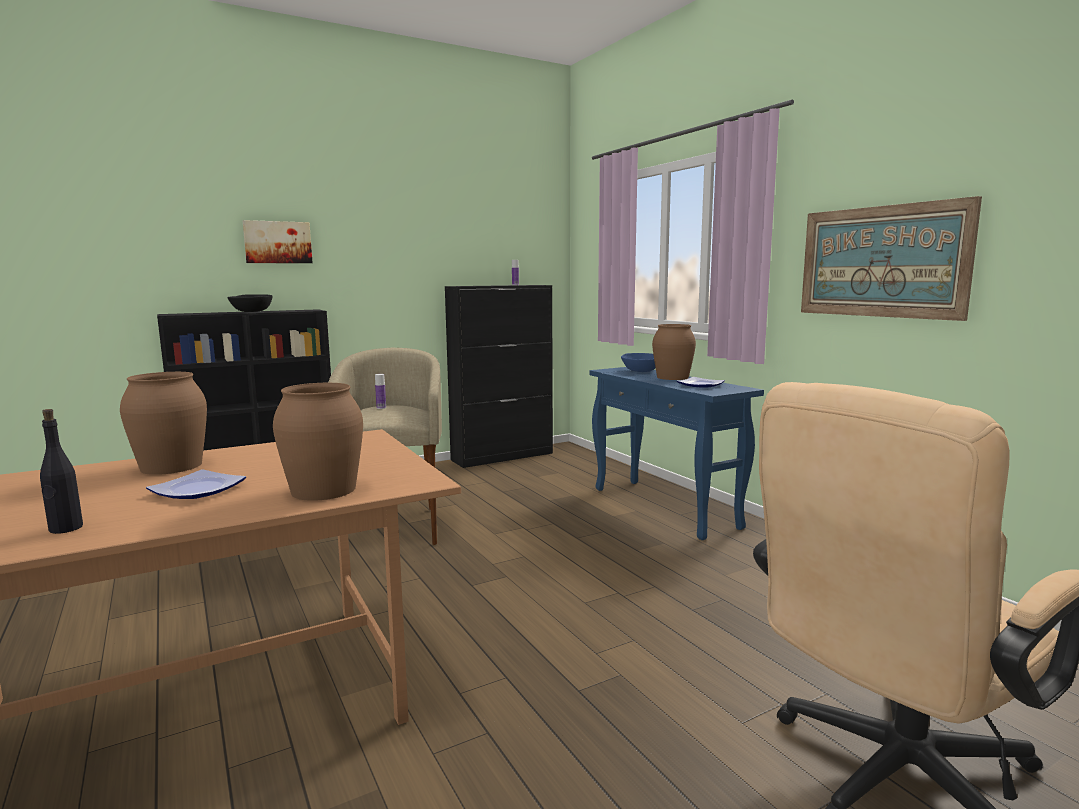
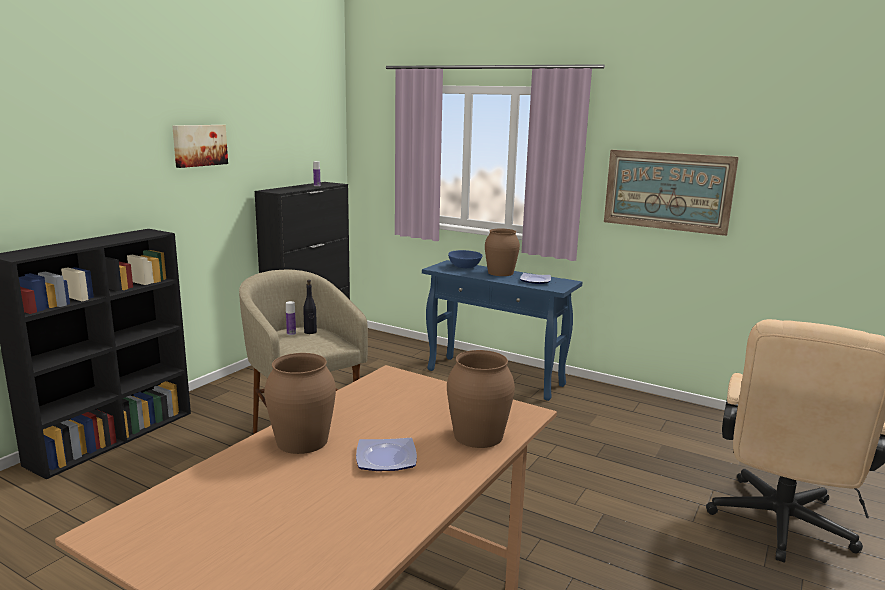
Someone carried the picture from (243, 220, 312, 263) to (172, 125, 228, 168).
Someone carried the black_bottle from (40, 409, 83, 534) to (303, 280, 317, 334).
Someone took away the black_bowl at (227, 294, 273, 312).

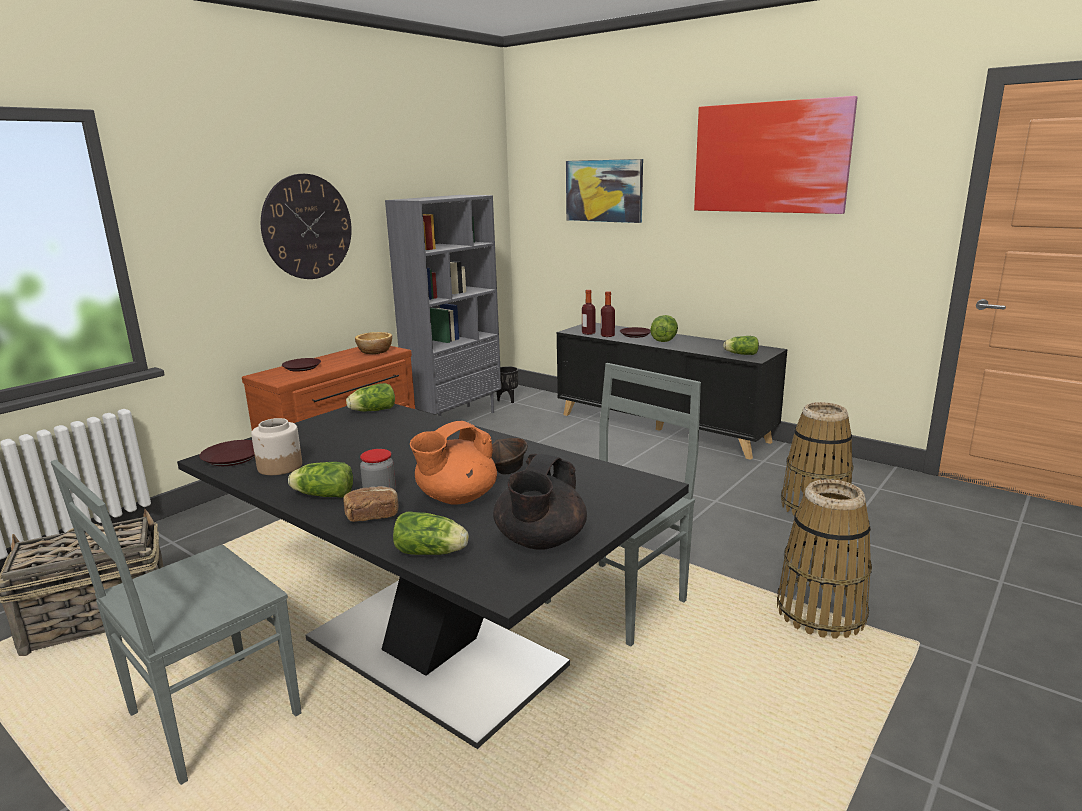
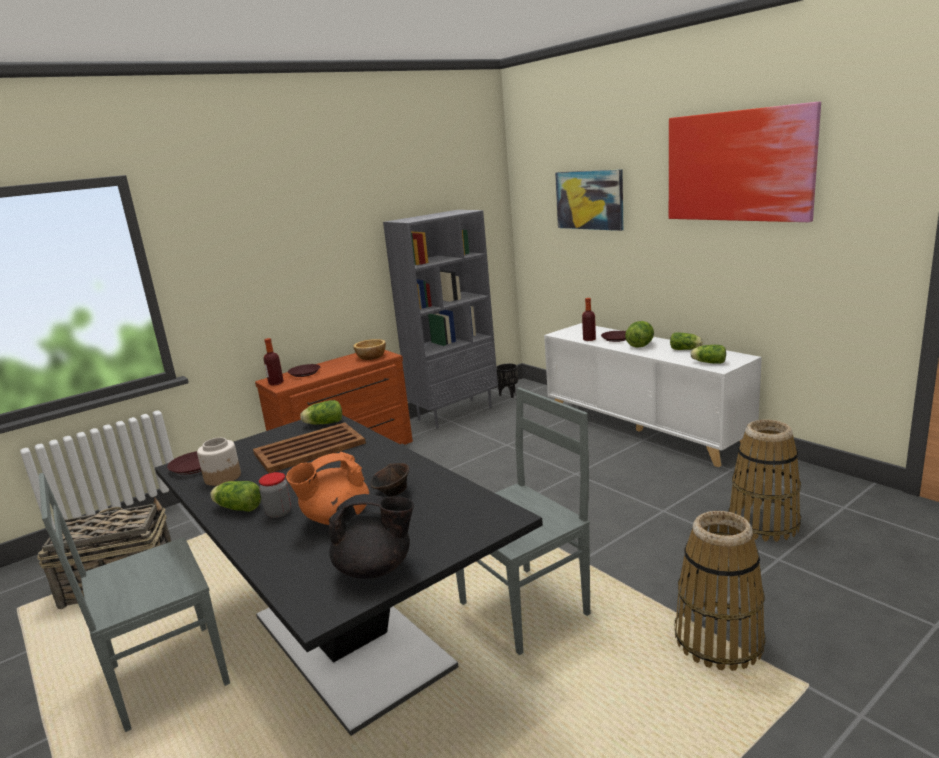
Someone put down the brown_tray at (253, 422, 366, 473).
Someone carried the bottle from (582, 290, 595, 335) to (264, 338, 284, 385).
Someone rotated the black_teapot at (493, 454, 587, 550) by 120 degrees counterclockwise.
Someone repainted the black_cabinet at (556, 323, 787, 460), which became the white_cabinet at (544, 323, 762, 467).
Someone carried the lettuce from (393, 511, 469, 555) to (670, 332, 703, 350).
Someone took away the wall_clock at (261, 174, 352, 279).
Someone took away the bread at (343, 486, 399, 522).

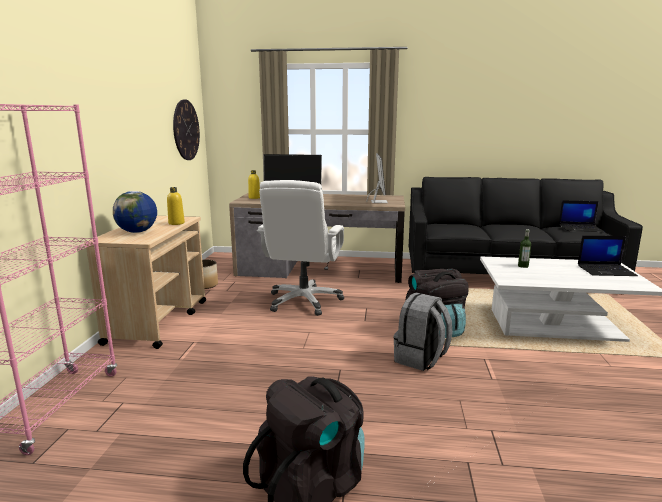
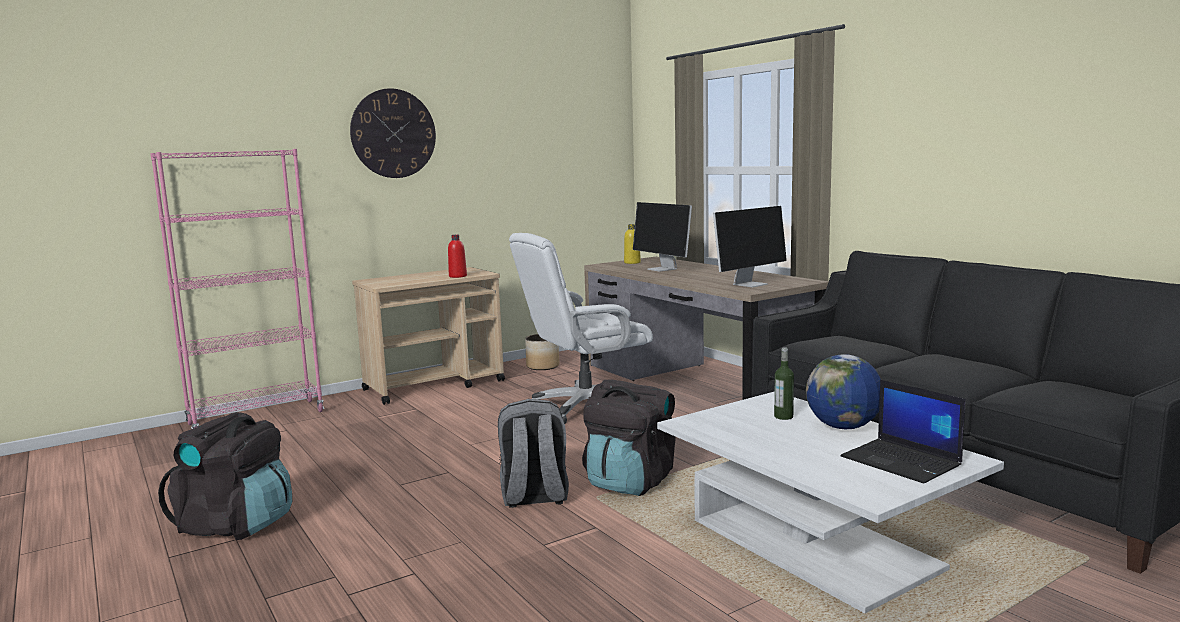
Someone carried the wall_clock from (173, 100, 200, 160) to (350, 88, 436, 178).
Someone repainted the yellow_bottle at (167, 187, 185, 225), which became the red_bottle at (448, 235, 467, 278).
Someone carried the globe from (113, 191, 157, 233) to (806, 354, 881, 429).
Someone took away the laptop at (559, 200, 604, 232).

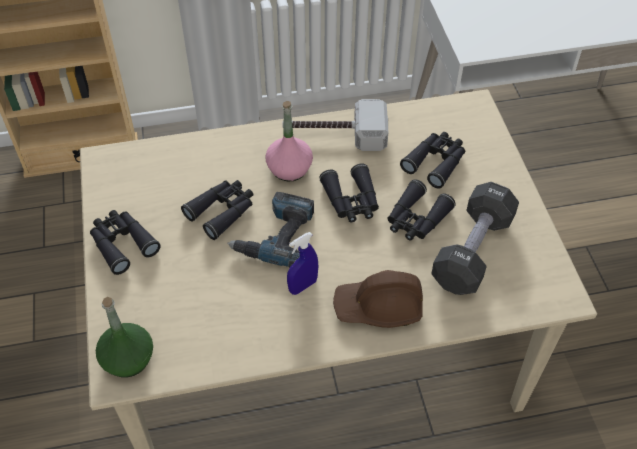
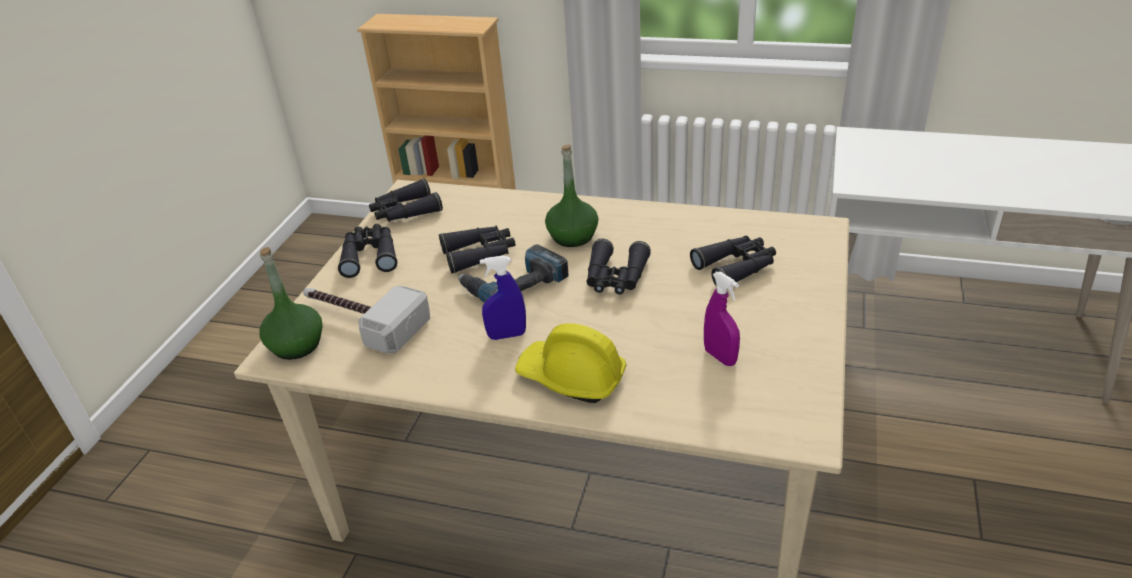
Someone carried the hammer from (282, 99, 389, 151) to (303, 286, 430, 353).
Someone carried the black_binoculars from (387, 179, 456, 241) to (369, 179, 443, 222).
Someone repainted the brown_hard_hat at (333, 270, 423, 328), which became the yellow_hard_hat at (515, 323, 626, 403).
Someone repainted the pink_bottle at (265, 101, 313, 181), which became the green_bottle at (545, 145, 598, 247).
Someone swapped the black_dumbbell at (431, 182, 519, 295) for the purple_spray_bottle at (704, 272, 740, 366).

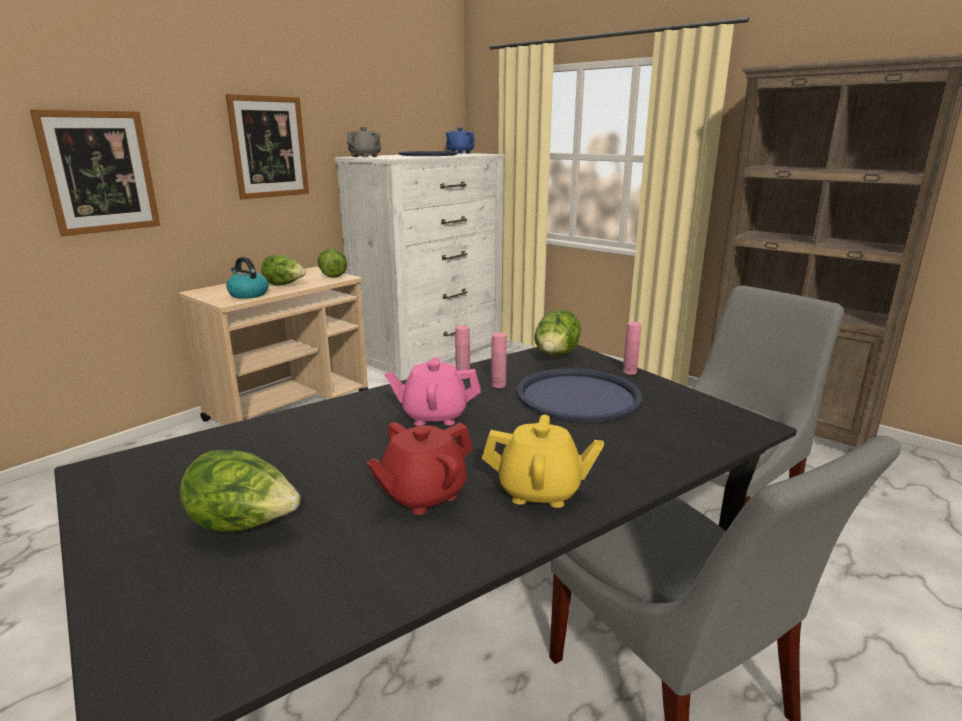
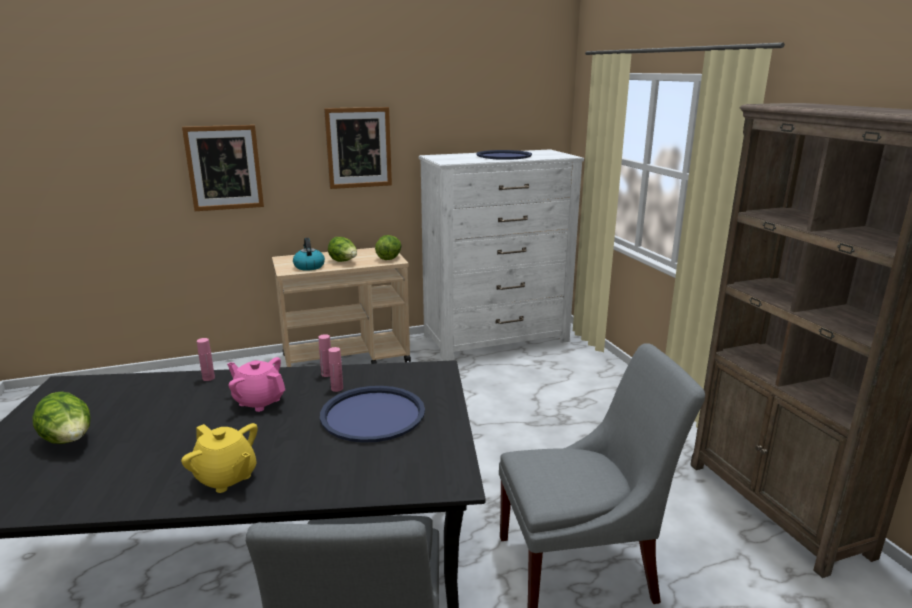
Someone carried the pink_bottle from (623, 322, 641, 375) to (197, 338, 215, 381).
Someone took away the grey_teapot at (347, 127, 381, 157).
Someone took away the red_teapot at (366, 422, 472, 515).
Someone took away the blue_teapot at (446, 127, 475, 154).
Someone took away the lettuce at (534, 310, 581, 356).

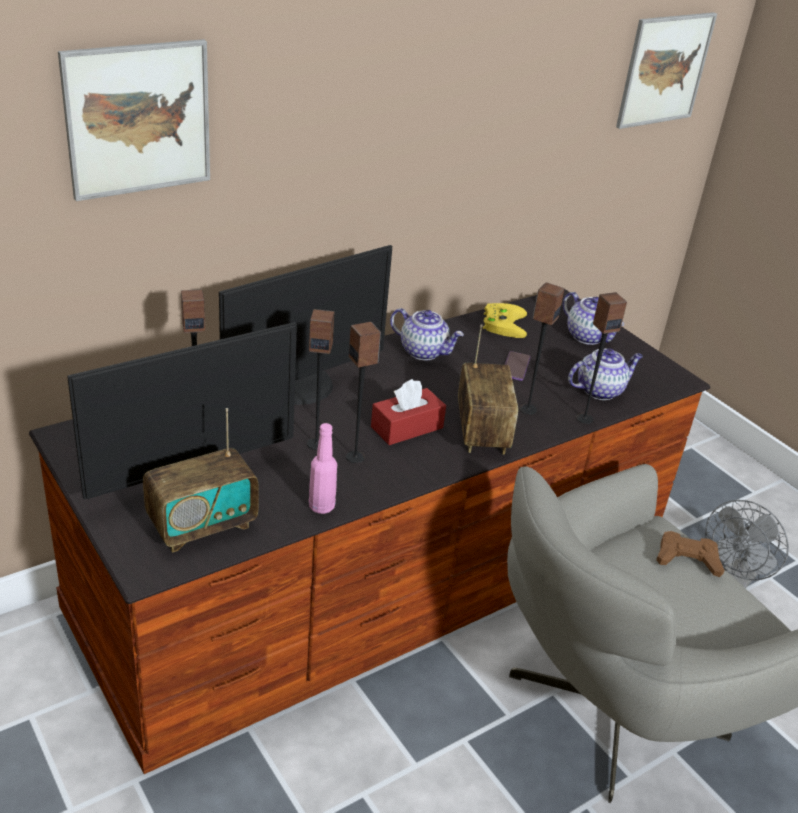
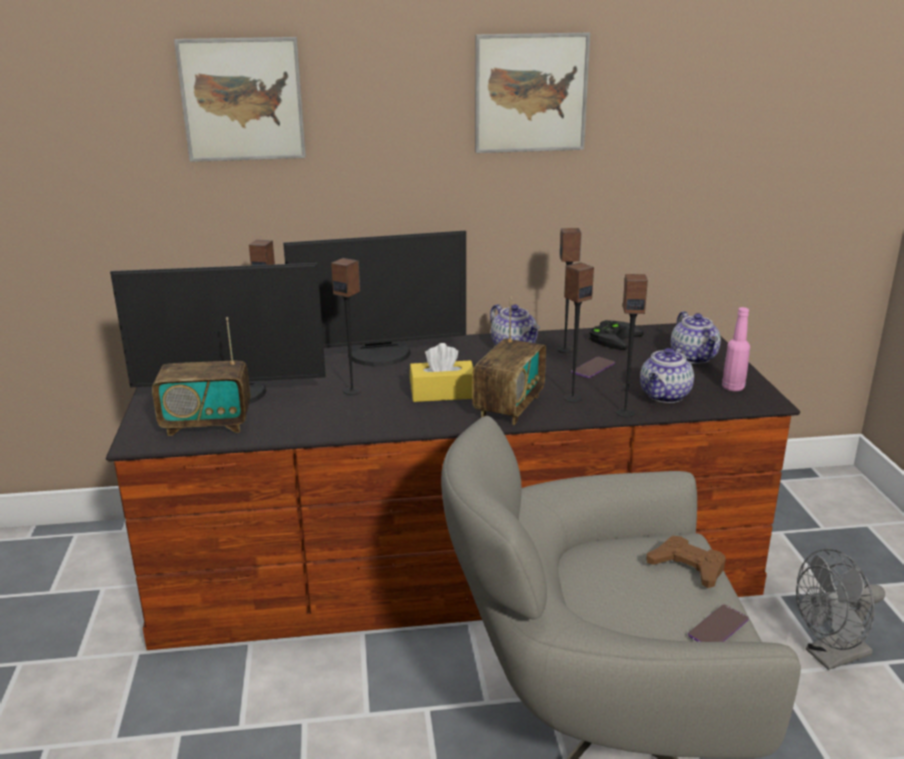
Someone repainted the red_tissue_box at (371, 379, 446, 445), which became the yellow_tissue_box at (410, 343, 474, 402).
Someone carried the picture from (616, 12, 717, 129) to (475, 33, 590, 153).
Someone carried the speaker from (346, 322, 381, 463) to (557, 228, 582, 353).
Someone repainted the yellow_game_controller at (483, 303, 527, 338), which became the black_game_controller at (589, 320, 644, 350).
Someone rotated the teapot at (568, 348, 643, 400) by 120 degrees clockwise.
Someone put down the phone at (688, 605, 749, 642).
Someone carried the pink_bottle from (309, 423, 337, 514) to (722, 307, 750, 391).

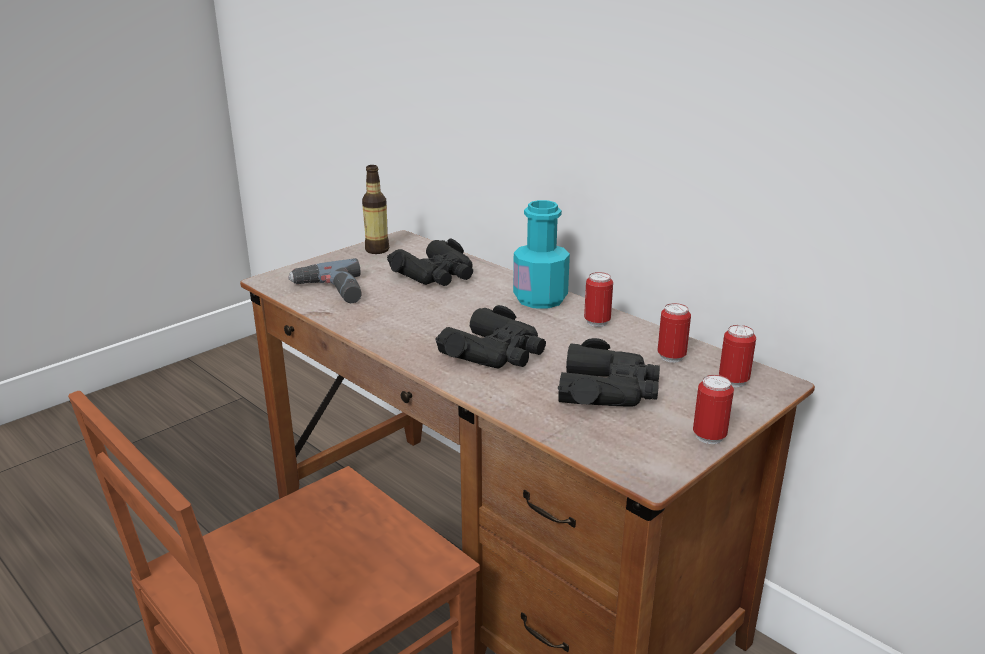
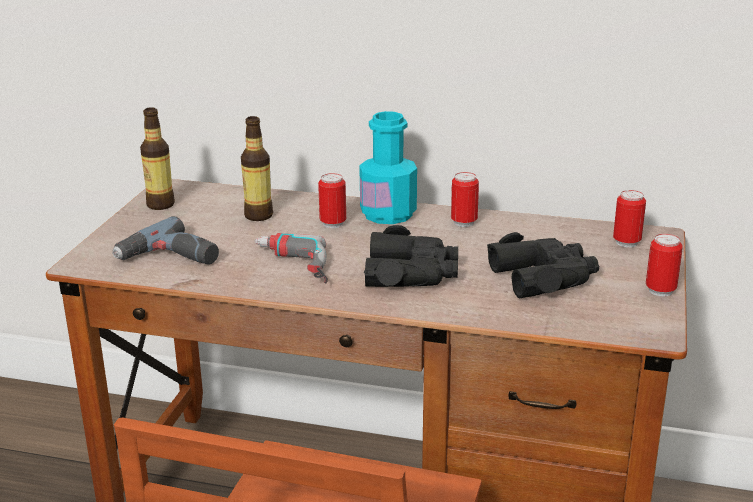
Someone swapped the black_binoculars at (387, 239, 473, 286) for the bottle at (241, 116, 273, 221).
Someone put down the power_drill at (255, 233, 328, 284).
Someone carried the can from (657, 303, 691, 363) to (318, 173, 346, 228).

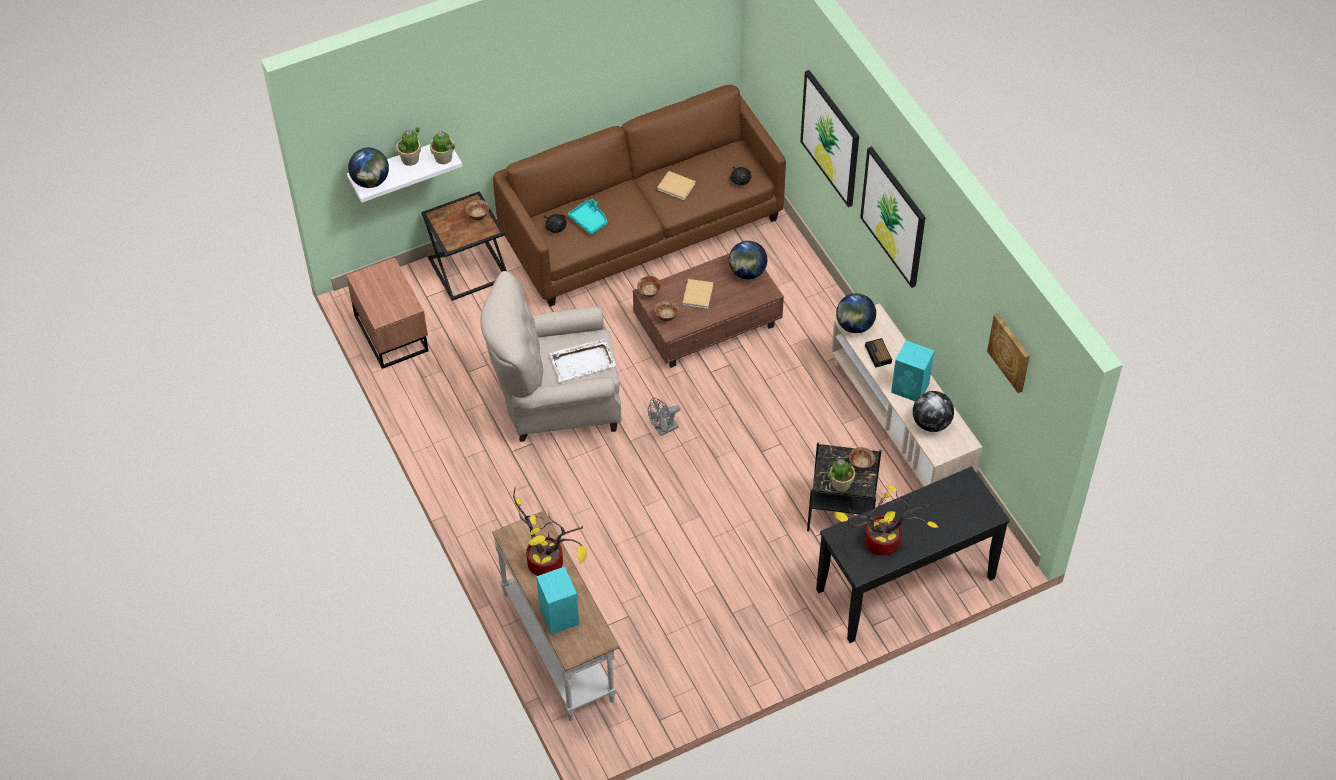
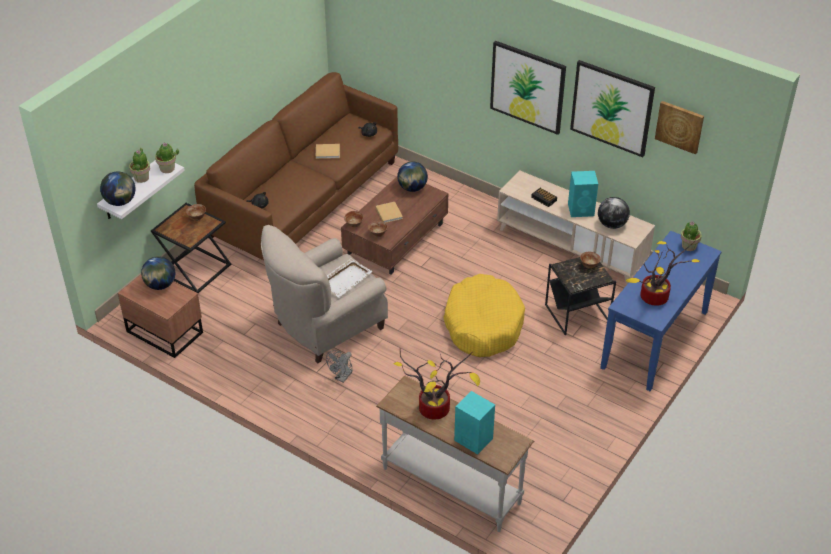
Someone carried the globe from (836, 293, 876, 333) to (141, 256, 175, 290).
Someone carried the grey_fan from (648, 398, 680, 436) to (326, 350, 353, 383).
Someone put down the yellow_dog_bed at (443, 274, 525, 357).
Someone carried the picture from (800, 70, 859, 207) to (570, 60, 655, 157).
Someone repainted the black_console_table at (816, 466, 1010, 643), which became the blue_console_table at (600, 231, 722, 391).
Someone carried the potted_plant from (827, 459, 855, 492) to (681, 222, 702, 251).
Someone took away the turquoise_tray at (568, 199, 607, 235).

